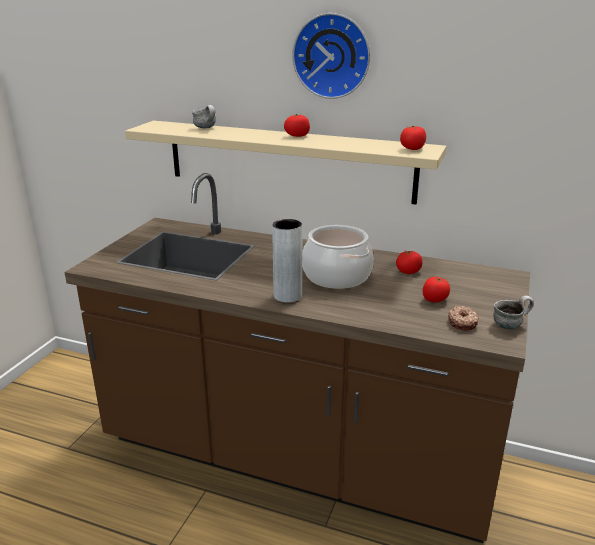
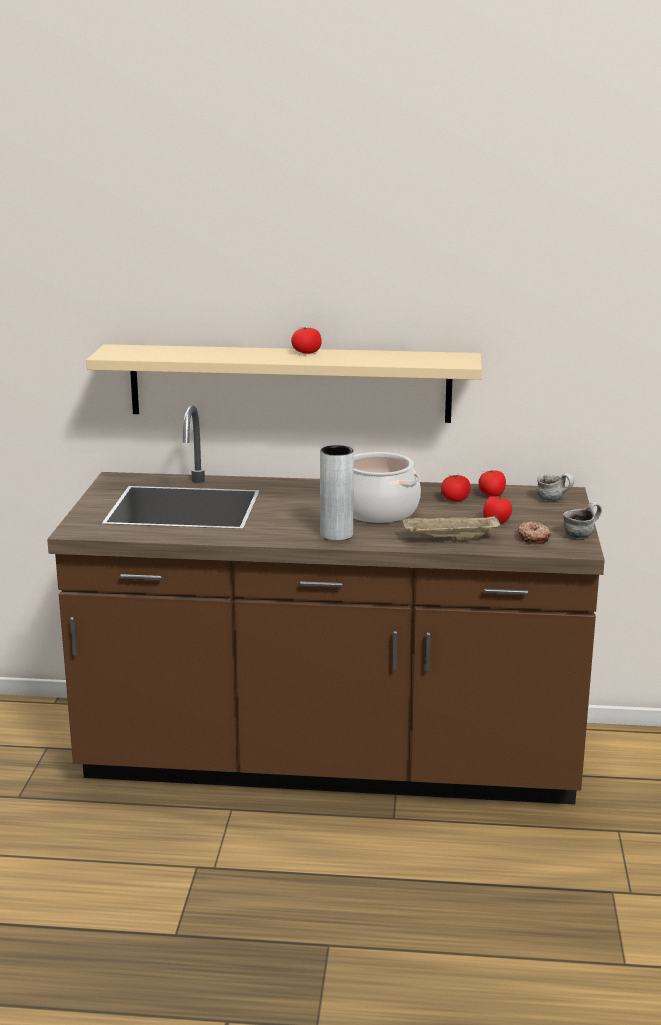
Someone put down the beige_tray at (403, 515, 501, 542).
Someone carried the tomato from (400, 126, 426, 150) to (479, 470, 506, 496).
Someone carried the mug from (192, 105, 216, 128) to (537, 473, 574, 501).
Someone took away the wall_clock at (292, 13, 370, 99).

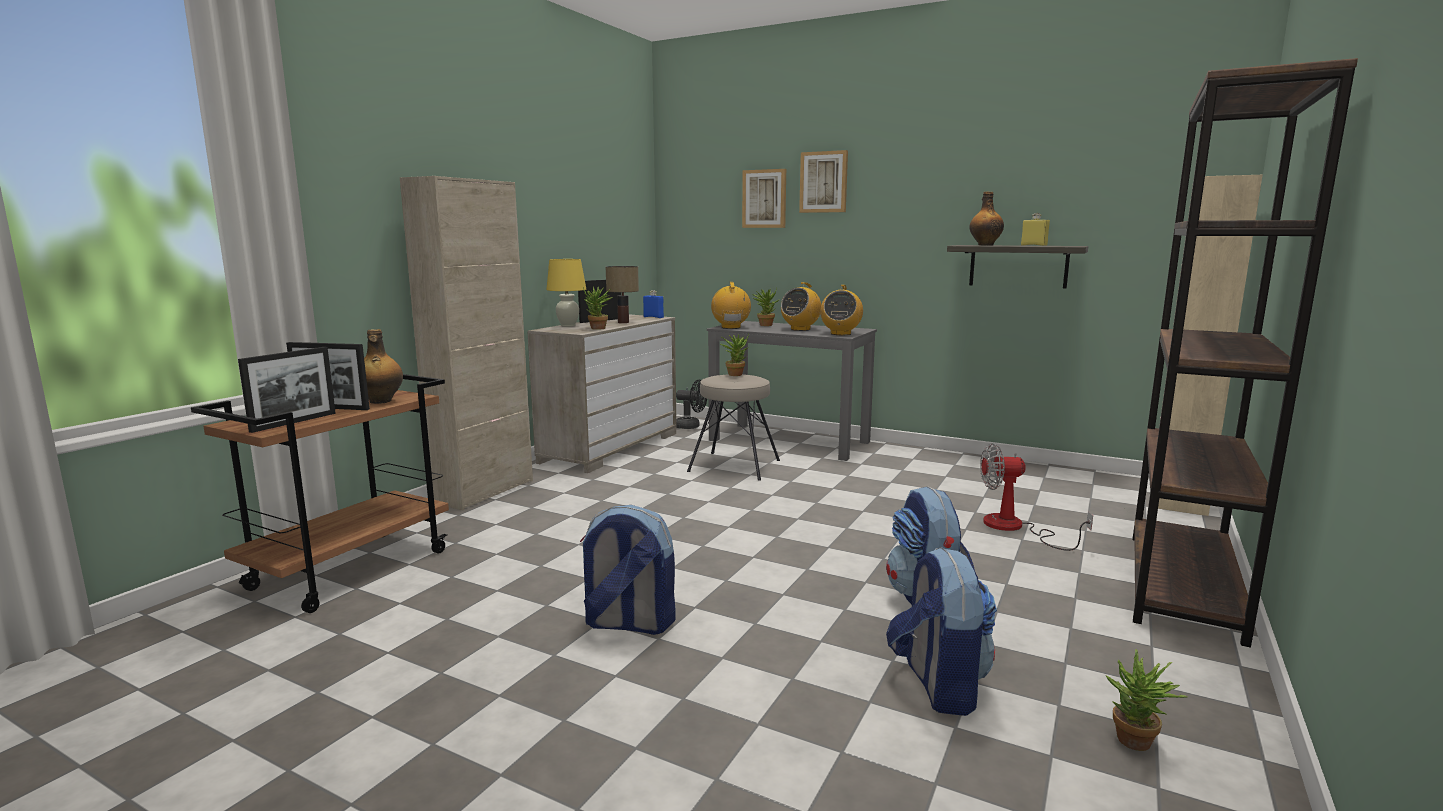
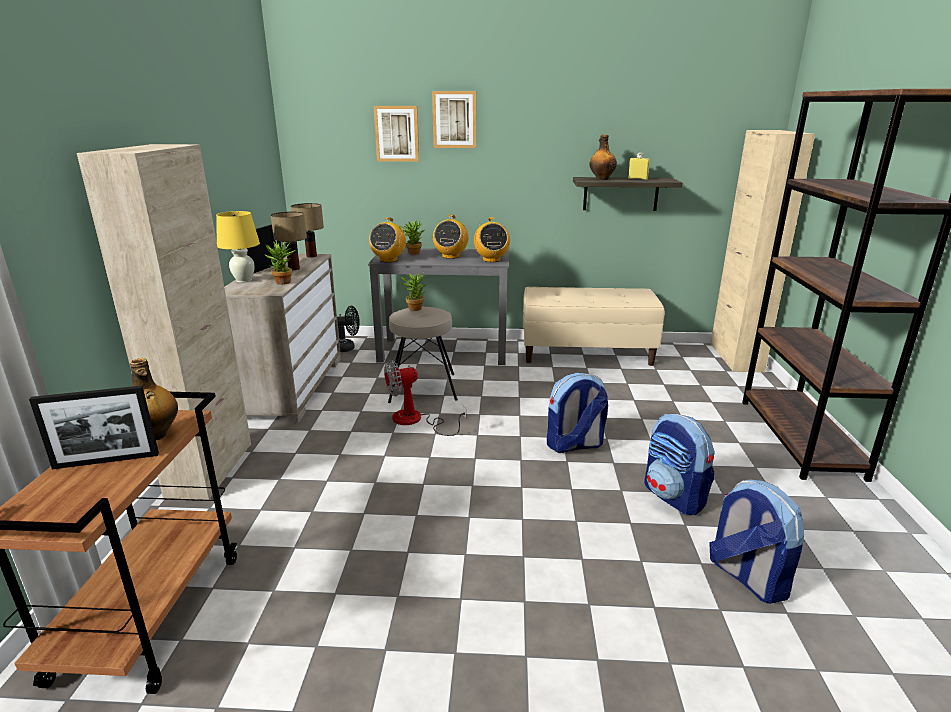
Someone swapped the blue_bottle at (643, 290, 664, 318) for the table_lamp at (291, 203, 324, 258).
Someone rotated the radio at (711, 282, 751, 329) by 135 degrees counterclockwise.
Someone carried the fan from (980, 444, 1093, 551) to (384, 360, 466, 436).
Someone put down the beige_bench at (523, 287, 664, 366).
Someone carried the backpack from (580, 505, 676, 635) to (547, 373, 608, 453).
Someone took away the picture_frame at (238, 347, 336, 433).
Someone took away the potted_plant at (1105, 649, 1188, 751).

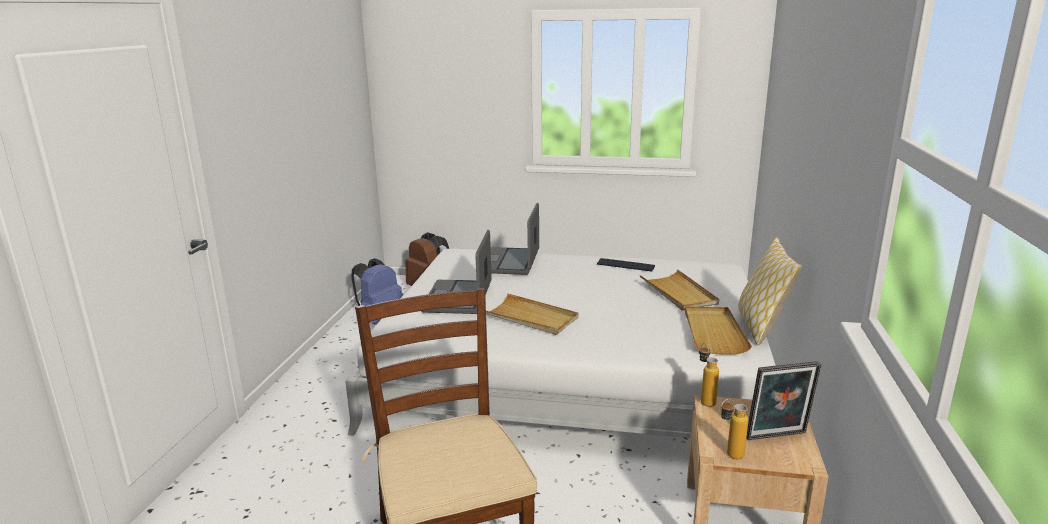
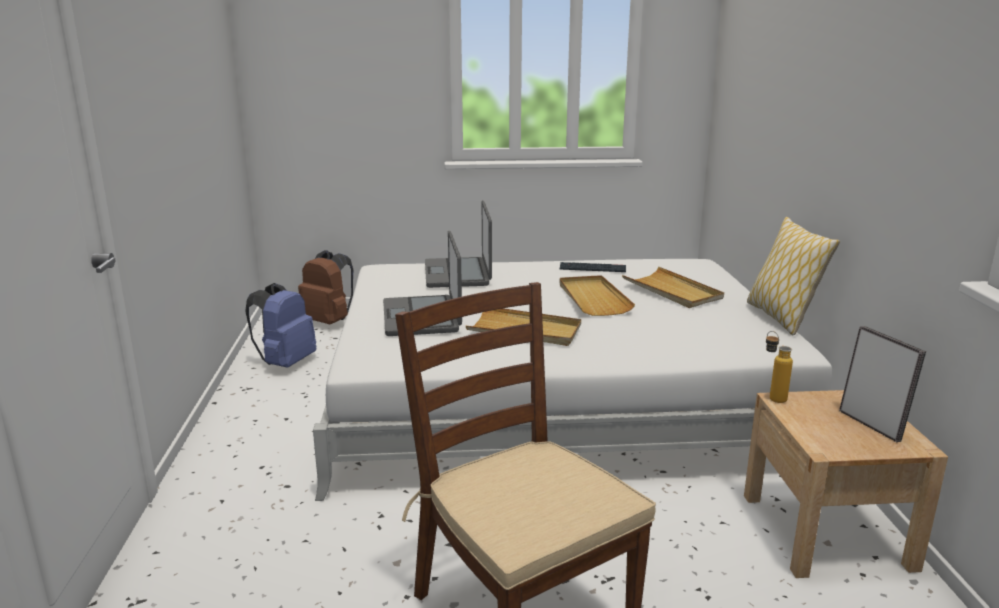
Someone carried the beige_tray from (685, 306, 752, 355) to (560, 275, 635, 316).
Someone rotated the picture_frame at (747, 361, 822, 440) by 90 degrees counterclockwise.
Someone took away the bottle at (721, 399, 748, 459).

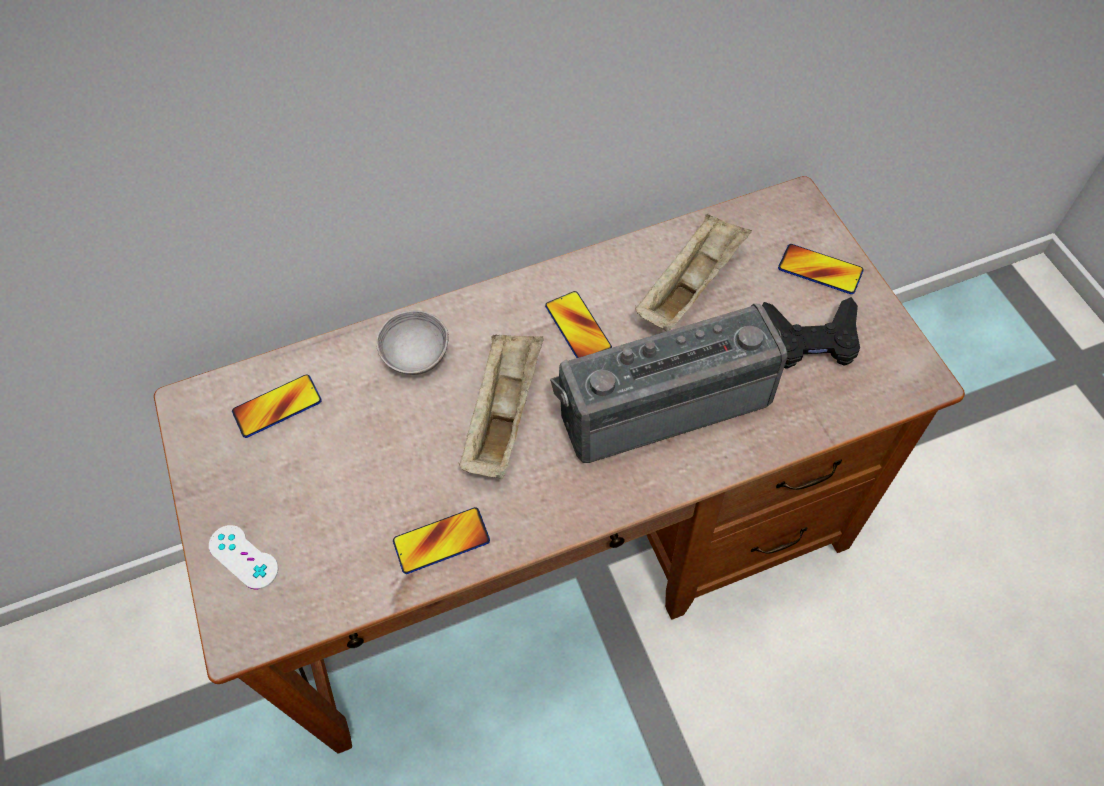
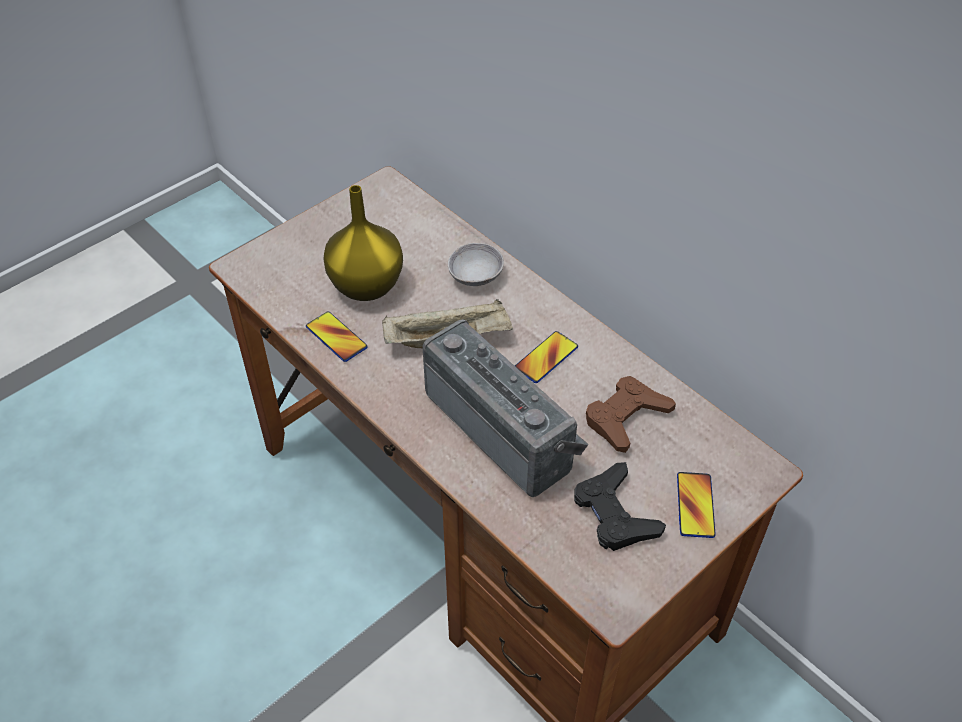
Someone put down the yellow_vase at (323, 185, 403, 301).
Someone swapped the beige_tray at (635, 214, 752, 331) for the brown_game_controller at (586, 376, 676, 453).
Someone took away the white_game_controller at (209, 525, 279, 589).
Someone took away the phone at (232, 374, 322, 438).

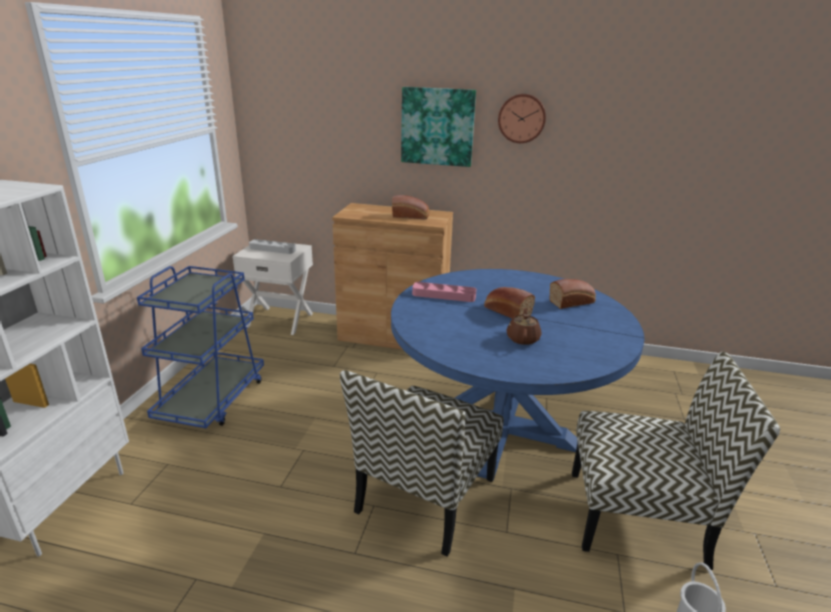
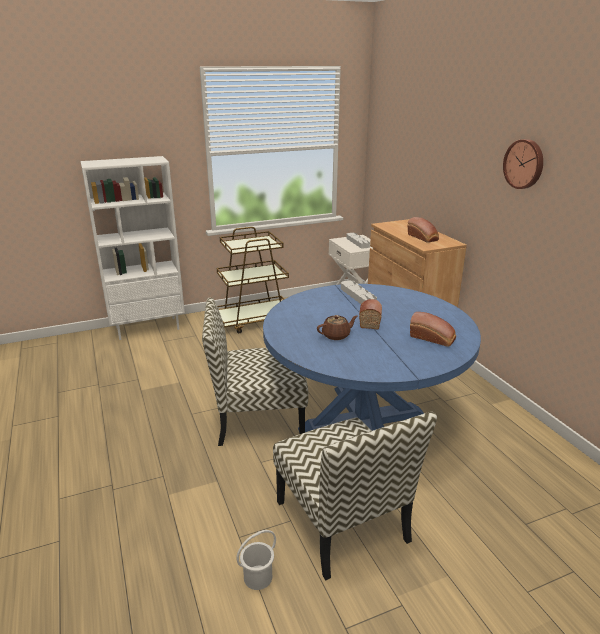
Someone repainted the blue_cart at (137, 266, 264, 428), which became the brown_cart at (217, 227, 289, 333).
Someone repainted the pink_tray at (412, 282, 476, 302), which became the grey_tray at (341, 280, 377, 304).
Someone took away the picture at (401, 87, 476, 167).

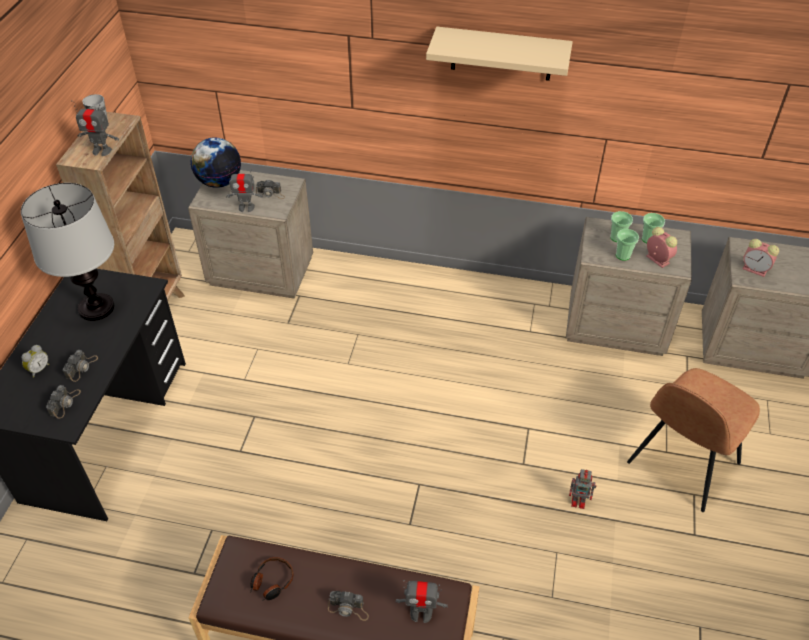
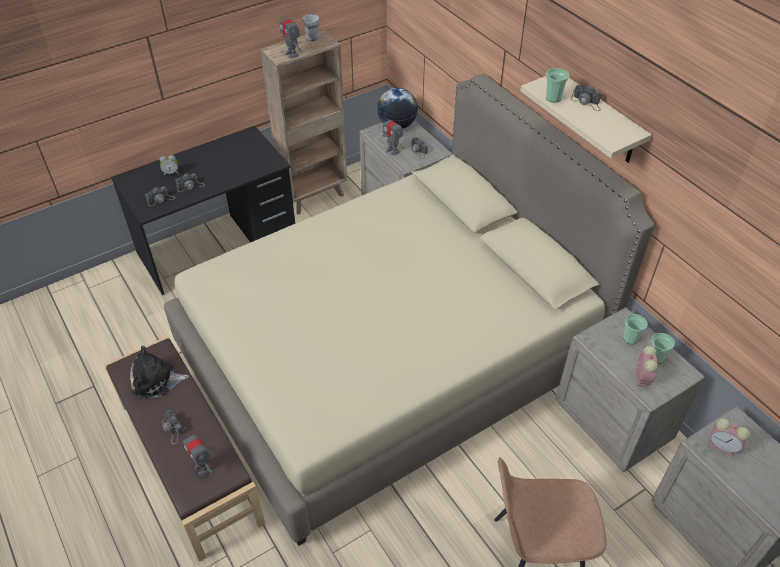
Someone swapped the headphones at (250, 557, 293, 601) for the plush_toy at (130, 346, 189, 398).
Someone put down the beige_bed at (164, 74, 655, 546).
Someone carried the cup from (616, 229, 639, 261) to (546, 68, 569, 103).
Someone put down the photo_camera at (571, 85, 601, 111).
Someone rotated the alarm_clock at (743, 239, 779, 277) by 45 degrees counterclockwise.
Someone took away the table_lamp at (21, 183, 114, 321).
Someone took away the toy_robot at (569, 469, 596, 509).

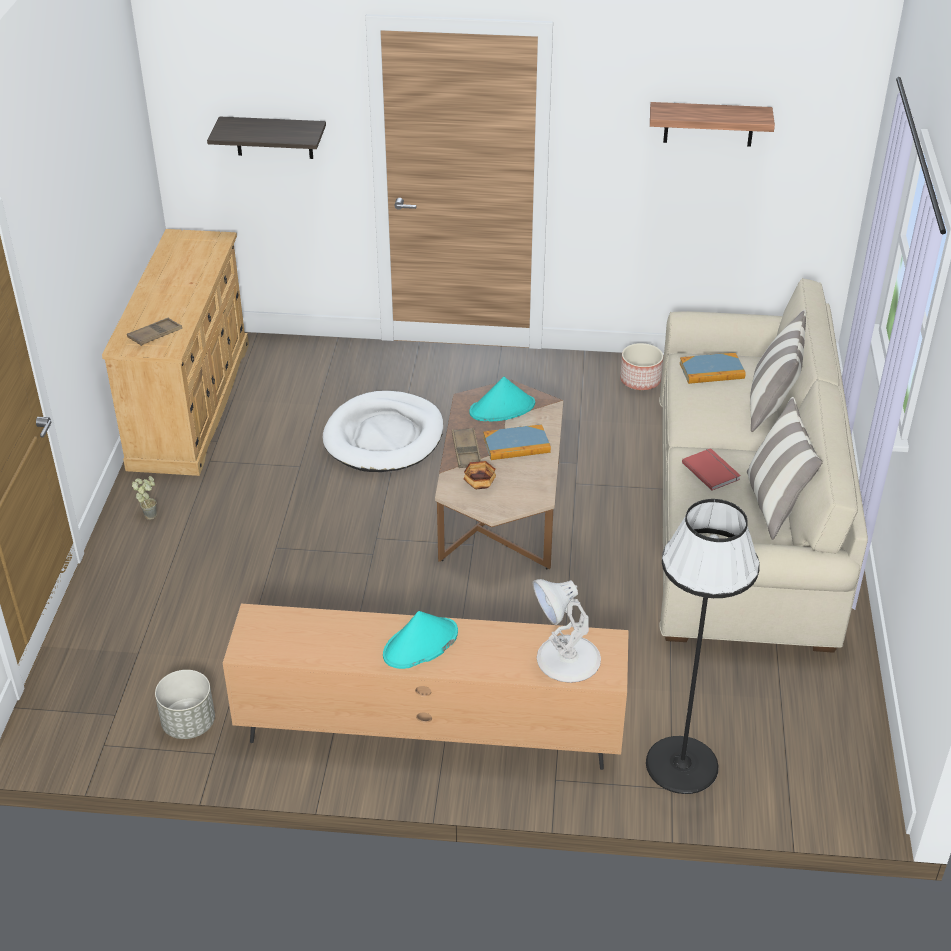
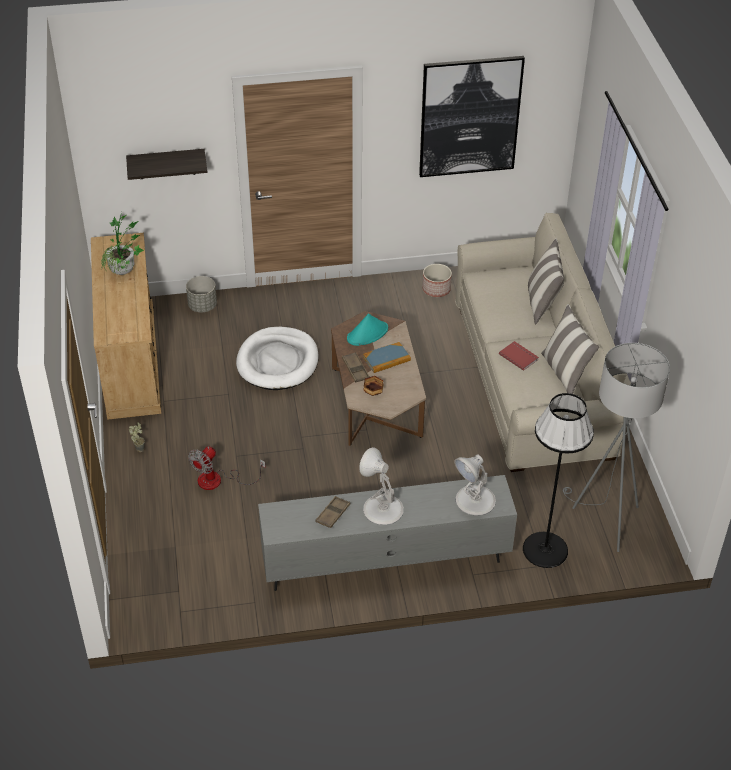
Someone put down the potted_plant at (101, 208, 144, 275).
Someone carried the grey_planter from (155, 670, 215, 739) to (186, 276, 217, 312).
Someone put down the fan at (188, 446, 266, 490).
Someone repainted the brown_tv_stand at (223, 604, 629, 770), which became the grey_tv_stand at (258, 475, 517, 591).
Someone carried the brown_tray from (127, 318, 182, 346) to (316, 496, 350, 528).
Someone swapped the turquoise_hat at (383, 611, 458, 669) for the white_table_lamp at (359, 447, 404, 525).
Someone swapped the shelf at (650, 102, 775, 147) for the picture at (419, 56, 525, 177).
Someone put down the grey_floor_lamp at (563, 343, 670, 552).
Someone took away the book at (679, 353, 746, 384).

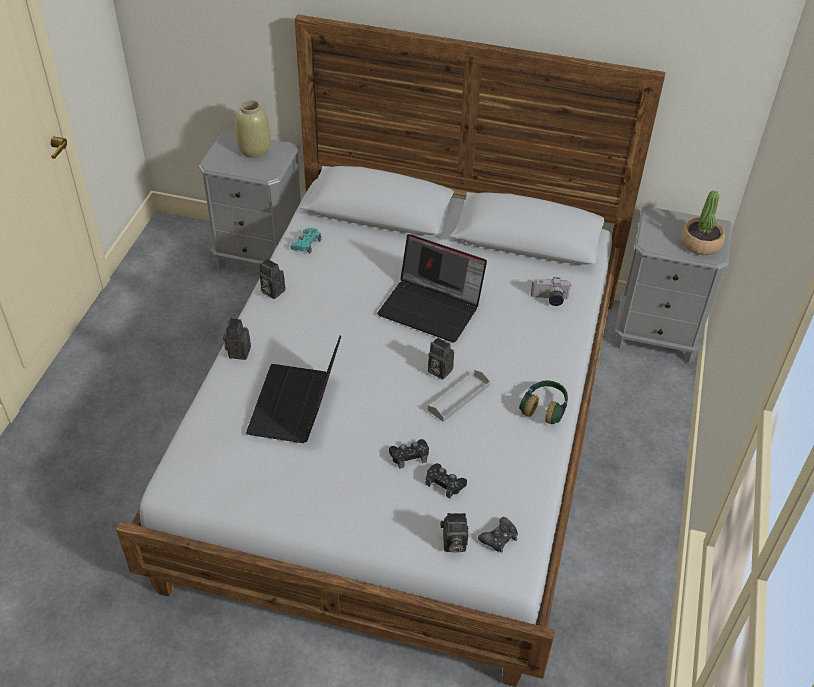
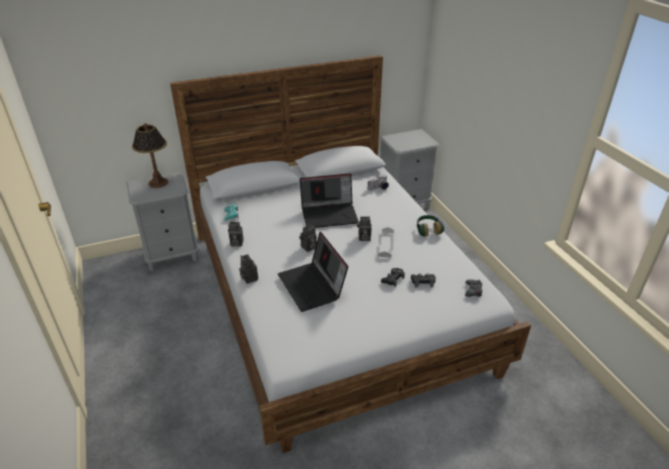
Someone swapped the beige_vase at (235, 100, 271, 158) for the table_lamp at (132, 123, 168, 188).
Someone carried the photo_camera from (440, 513, 468, 553) to (299, 225, 317, 252).
Someone took away the potted_plant at (681, 191, 725, 255).

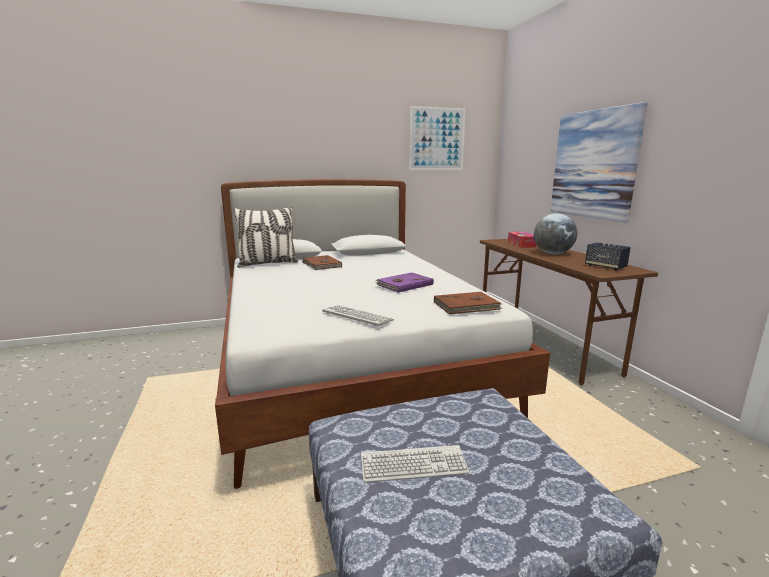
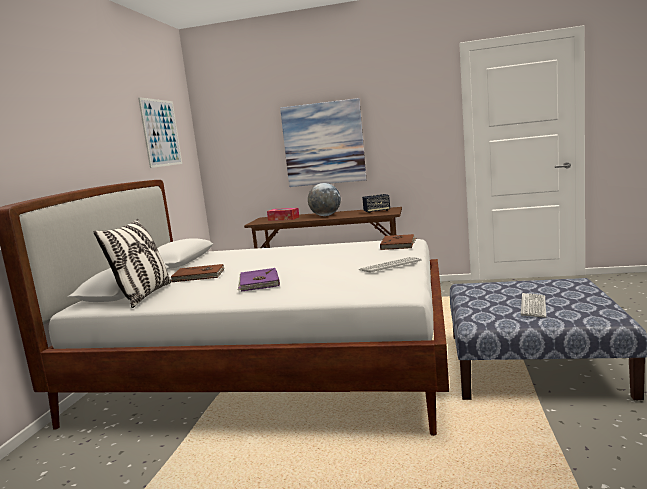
Someone carried the purple_book from (375, 272, 434, 293) to (238, 268, 280, 292).

